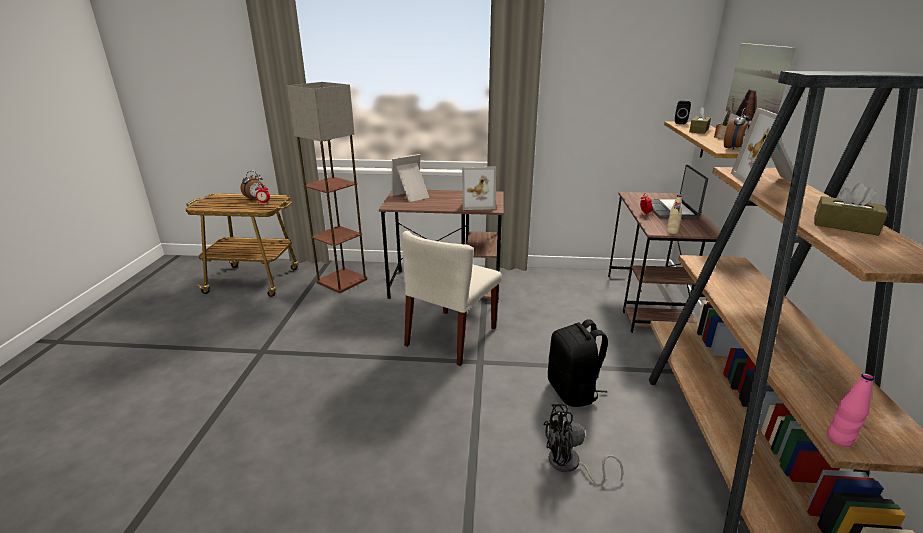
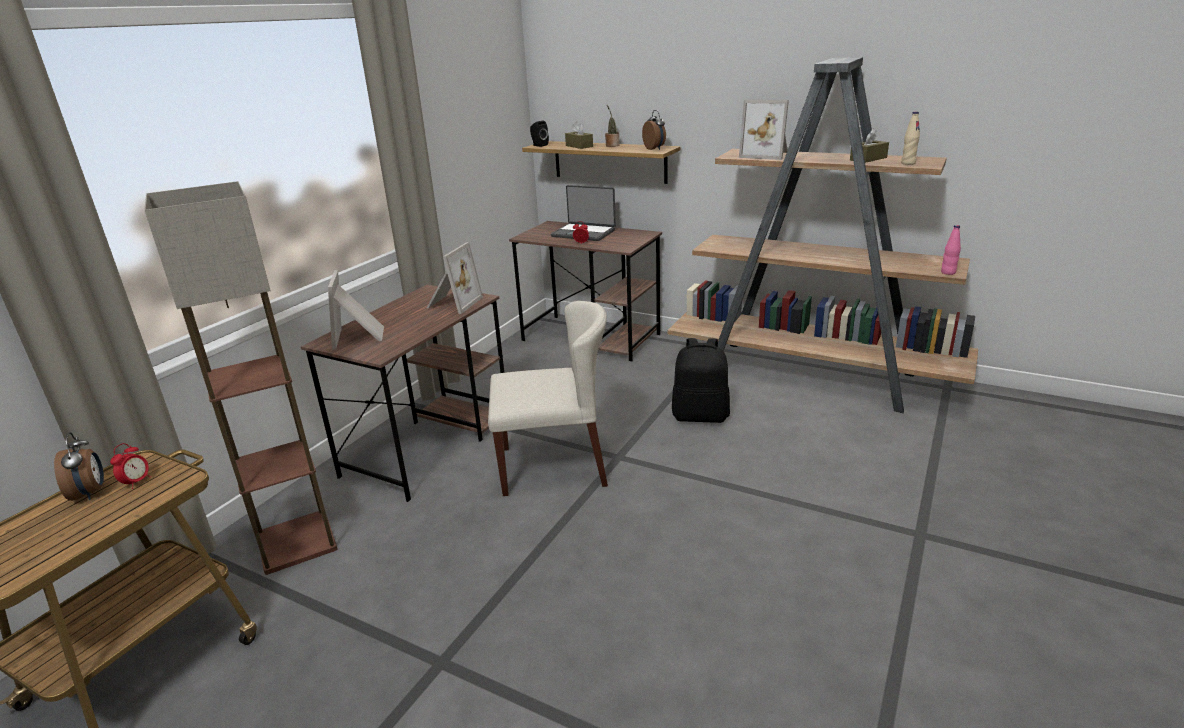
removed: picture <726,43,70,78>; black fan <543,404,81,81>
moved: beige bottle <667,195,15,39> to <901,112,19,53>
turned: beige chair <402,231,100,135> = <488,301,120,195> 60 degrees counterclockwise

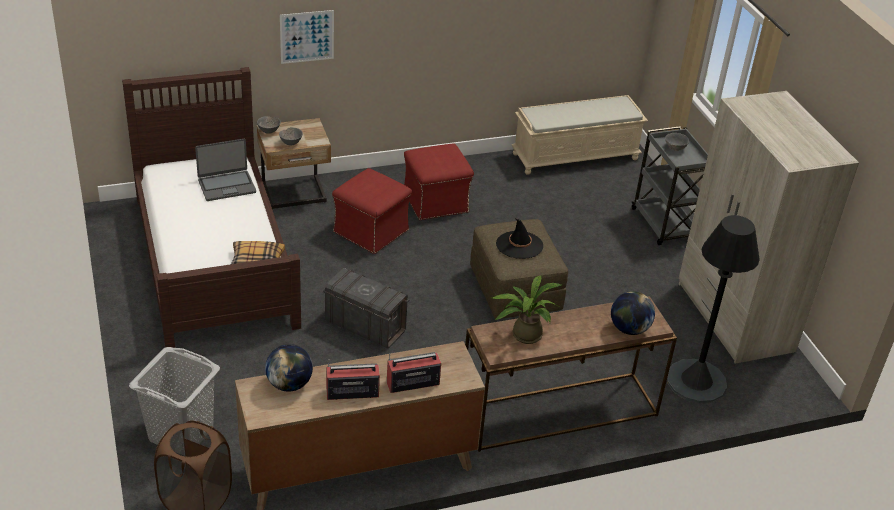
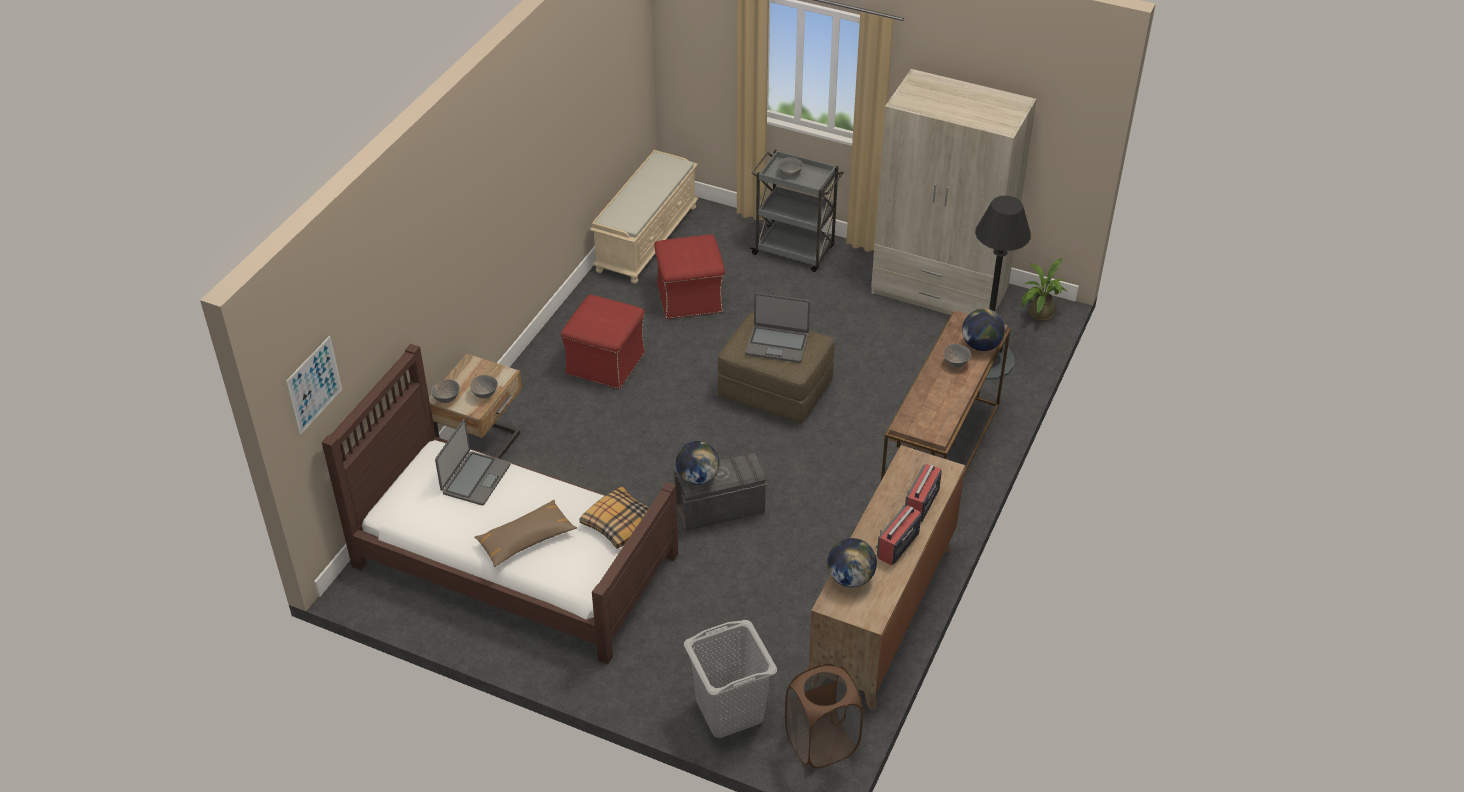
added: grey bowl <943,344,28,24>; globe <676,441,44,44>; brown pillow <474,500,103,67>
moved: picture <280,10,54,54> to <286,336,56,99>; red ottoman <332,168,80,86> to <654,235,71,84>; potted plant <491,275,72,69> to <1022,258,44,63>
replaced: black hat <496,218,47,41> to laptop <745,293,65,70>

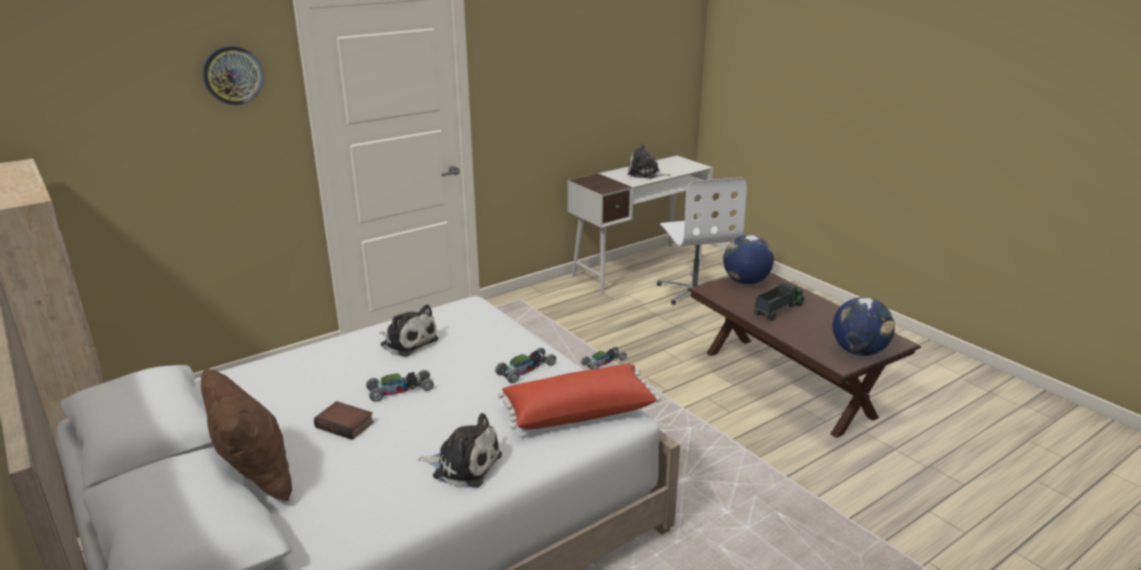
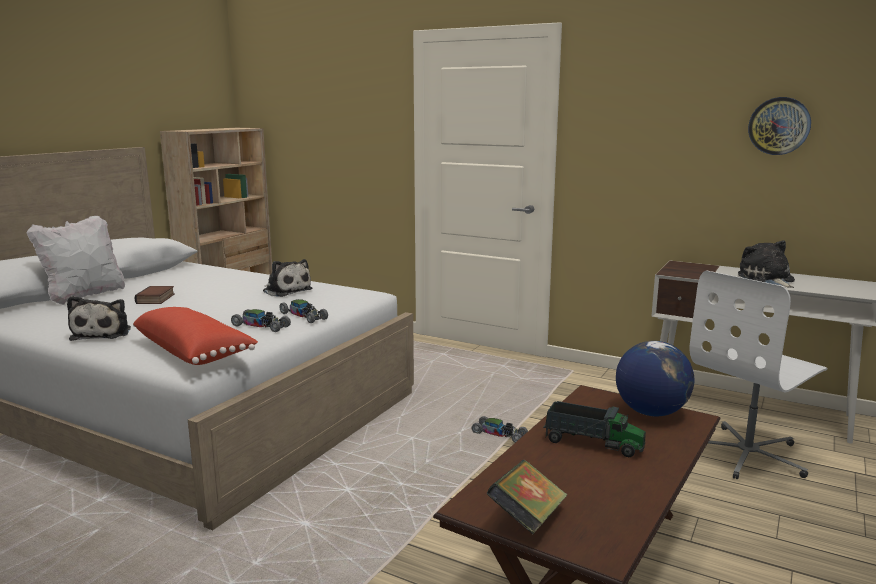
moved: wall clock <203,46,61,59> to <748,97,63,58>; toy car <366,370,68,32> to <279,299,49,24>
replaced: globe <833,297,62,59> to book <486,460,81,74>
recoloured: brown pillow <201,368,91,133> to white pillow <26,216,99,89>
turned: plush toy <379,304,60,53> = <263,259,49,38> 60 degrees counterclockwise

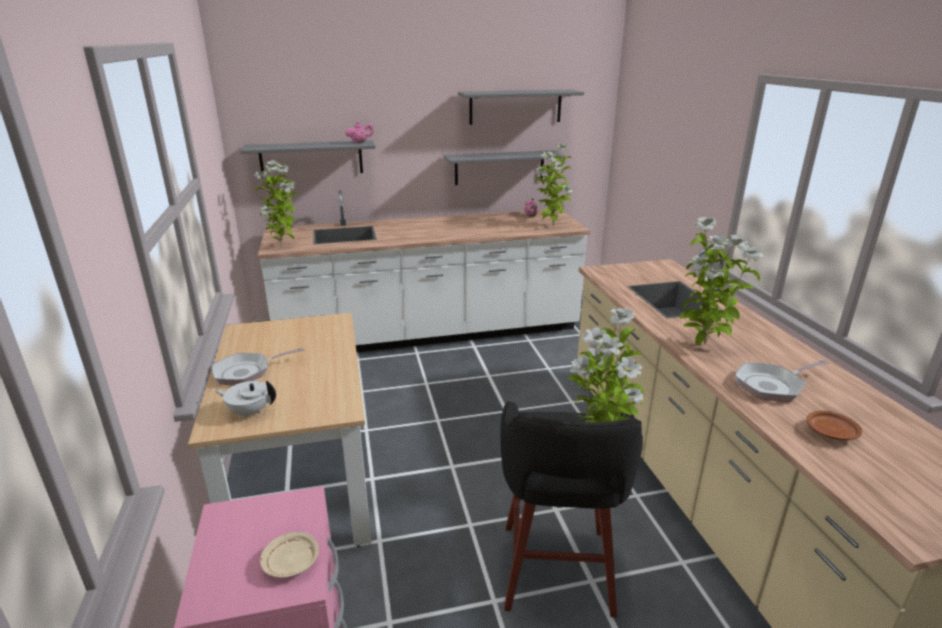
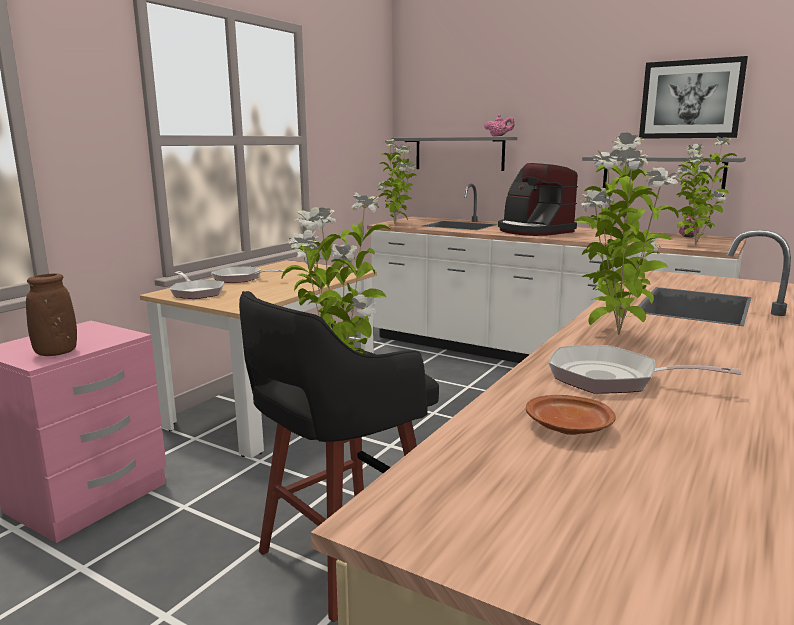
added: coffee machine <498,163,80,73>
replaced: grey shelf <458,90,126,35> to picture <639,56,109,83>; white teapot <214,381,62,37> to frying pan <170,271,54,28>; beige plate <260,532,59,46> to brown vase <26,273,51,83>

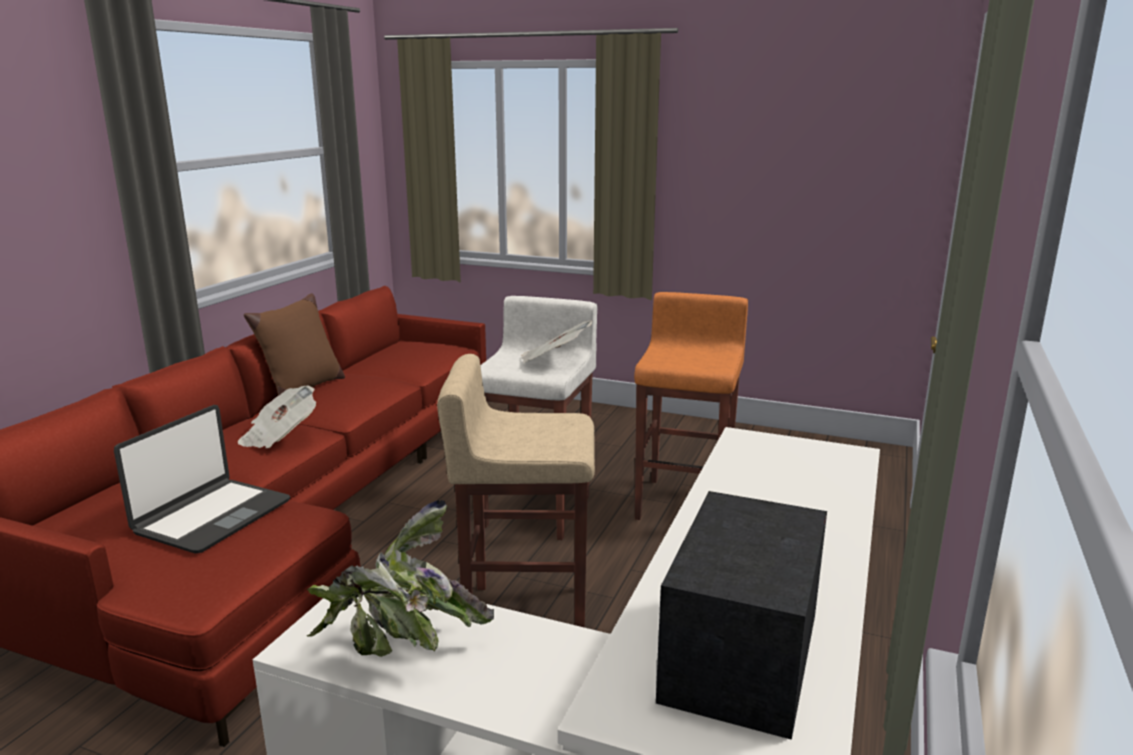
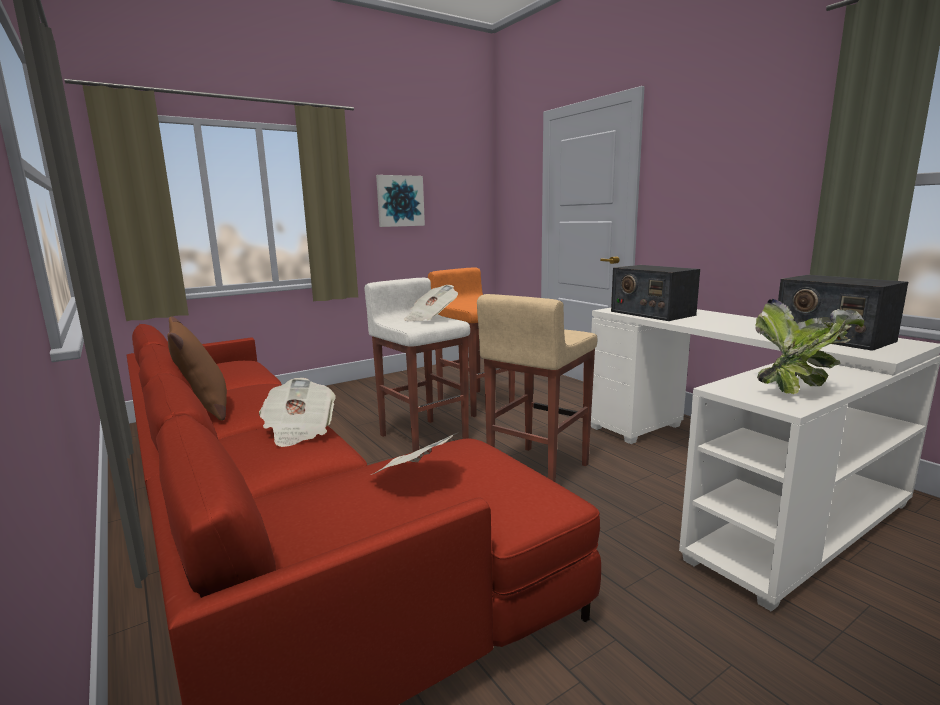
added: picture <376,175,49,52>; radio <611,265,89,56>
replaced: laptop <114,405,176,149> to newspaper <371,432,88,43>

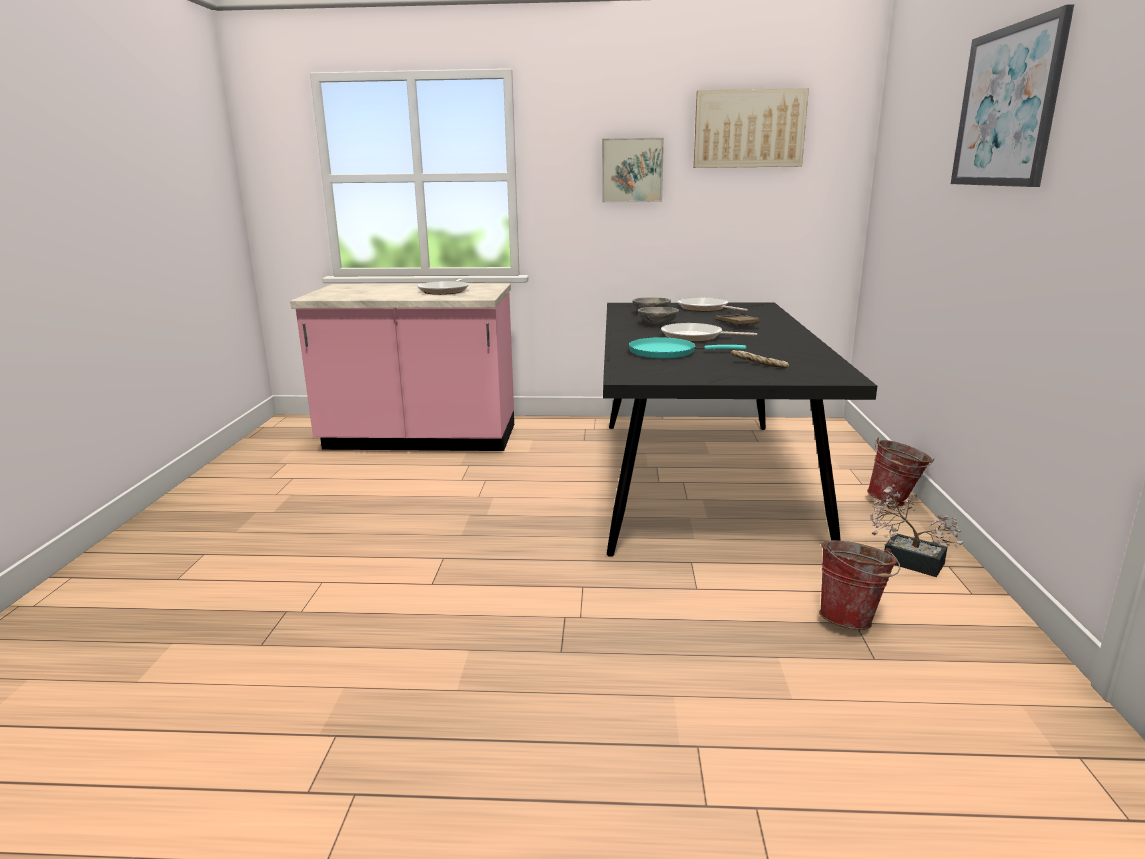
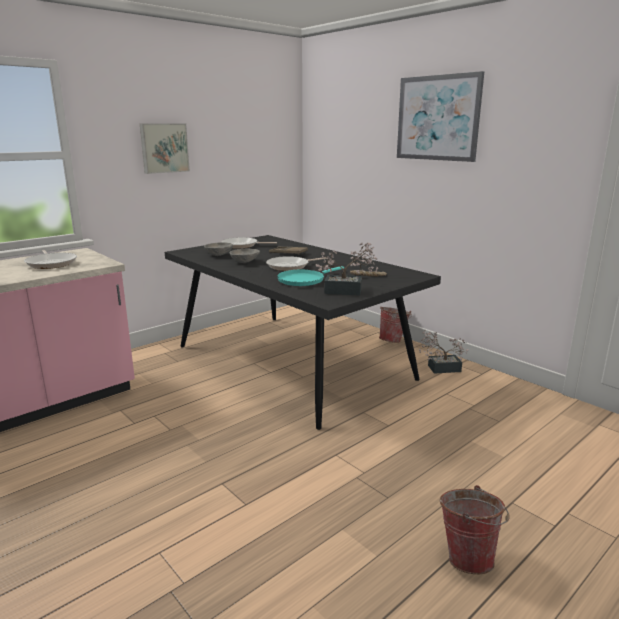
removed: picture <694,88,115,80>
added: potted plant <316,243,62,53>
moved: bucket <819,540,81,90> to <440,485,70,89>

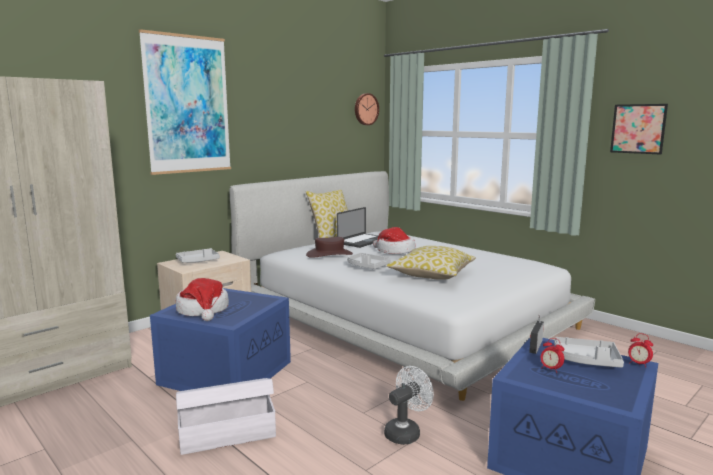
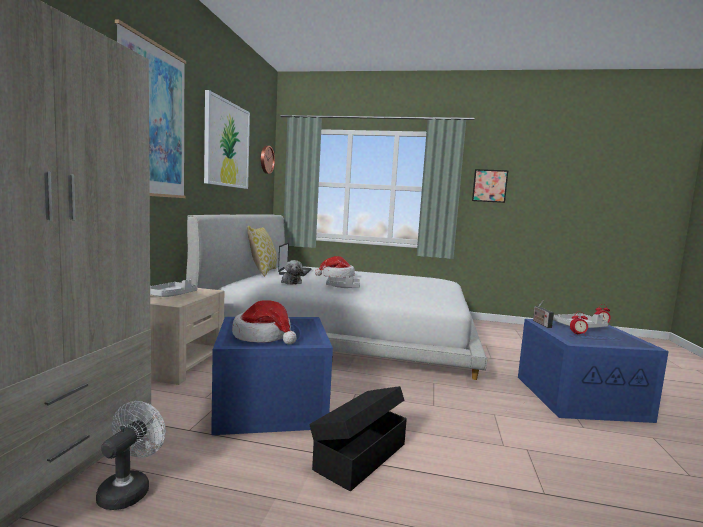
removed: pillow <386,246,90,34>
added: picture <204,90,46,99>
moved: white fan <384,366,50,79> to <96,401,70,109>
replaced: brown hat <306,237,47,21> to plush toy <281,260,23,25>
recoloured: white storage box <176,378,100,77> to black storage box <310,386,97,105>

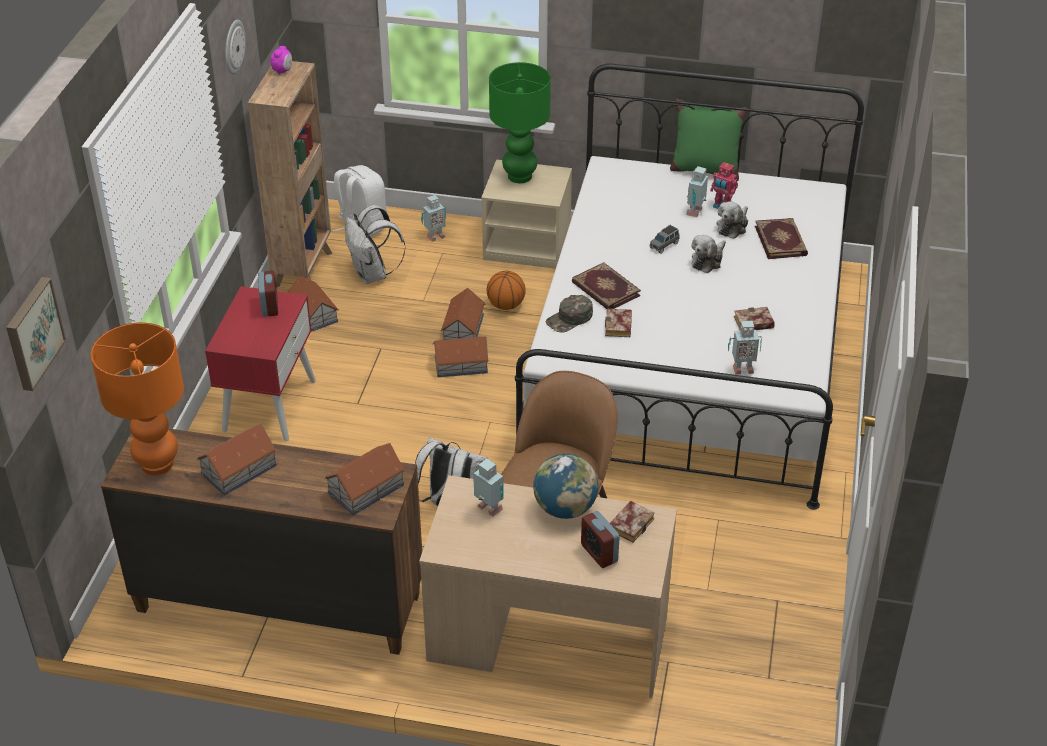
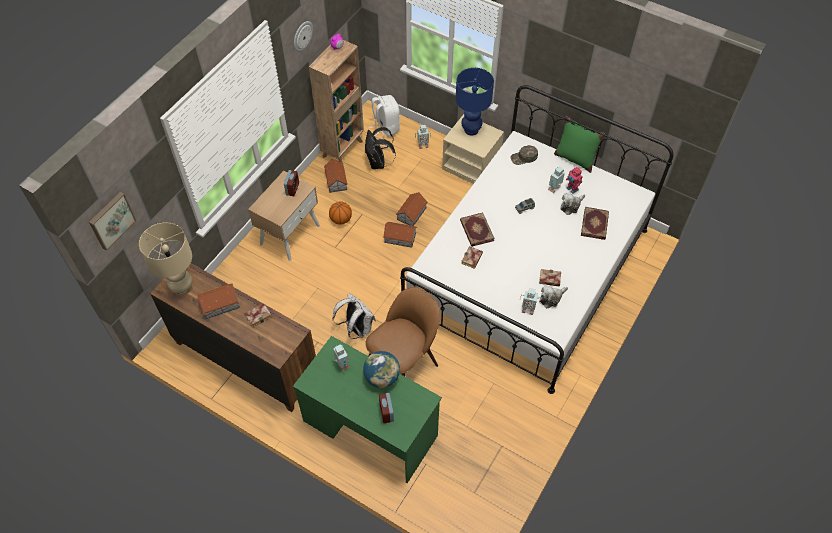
removed: toy house <324,443,81,73>
moved: plush toy <691,235,35,38> to <540,285,28,23>; basketball <487,271,39,39> to <329,202,23,23>; green cap <545,295,48,37> to <510,145,28,20>; book <610,501,45,42> to <244,303,28,24>
recoloured: green table lamp <489,62,62,121> to blue table lamp <456,68,38,67>; white backpack <345,205,60,79> to black backpack <365,127,31,42>; red nightstand <205,286,111,155> to beige nightstand <248,171,72,90>; orange table lamp <90,323,94,152> to beige table lamp <139,222,53,73>; beige desk <419,475,258,223> to green desk <293,336,149,147>

